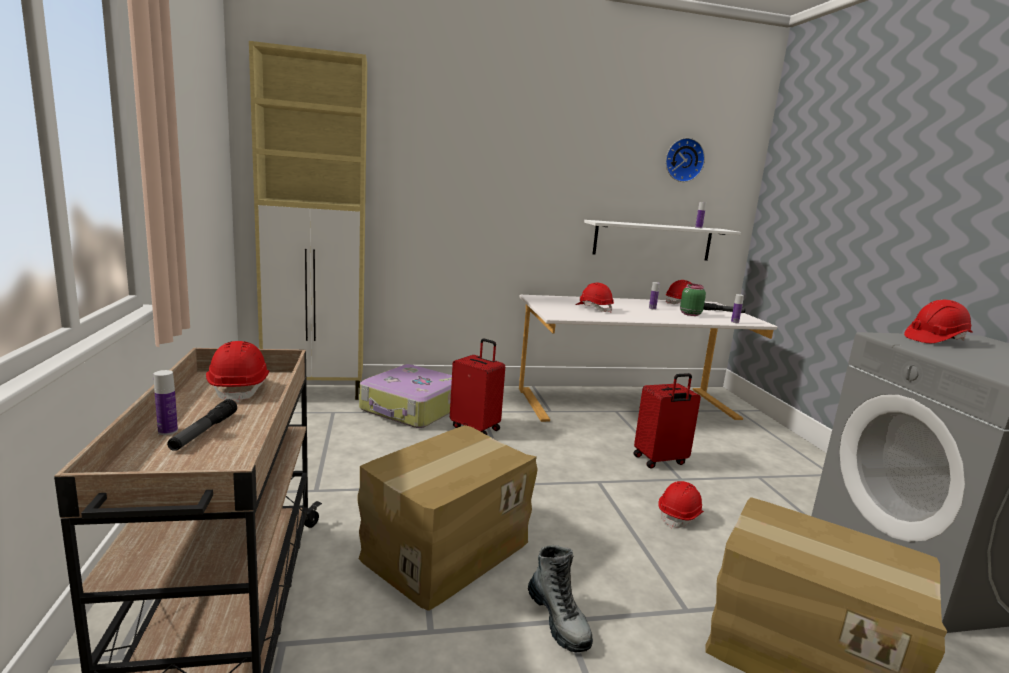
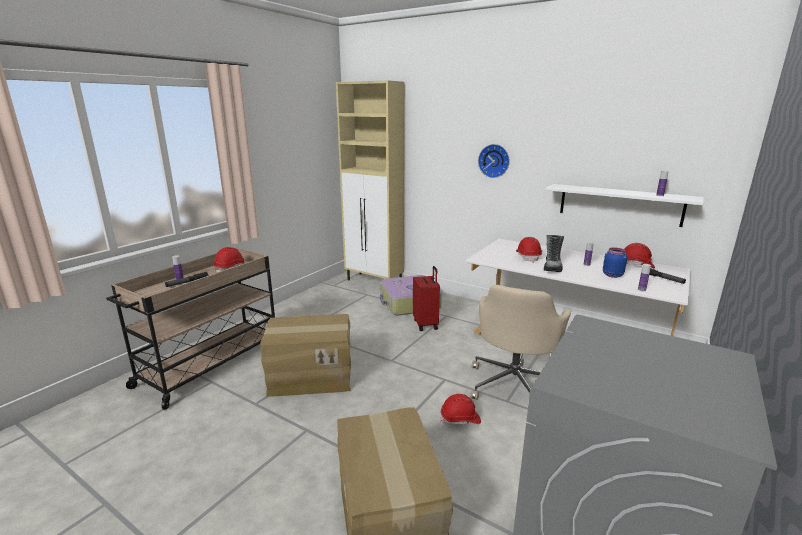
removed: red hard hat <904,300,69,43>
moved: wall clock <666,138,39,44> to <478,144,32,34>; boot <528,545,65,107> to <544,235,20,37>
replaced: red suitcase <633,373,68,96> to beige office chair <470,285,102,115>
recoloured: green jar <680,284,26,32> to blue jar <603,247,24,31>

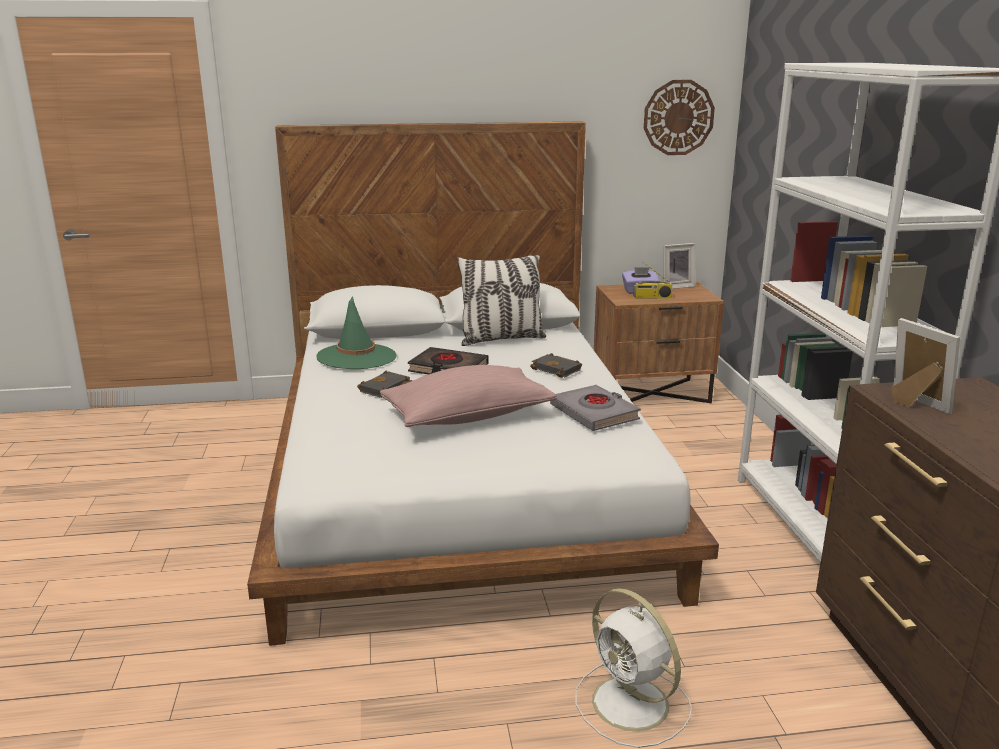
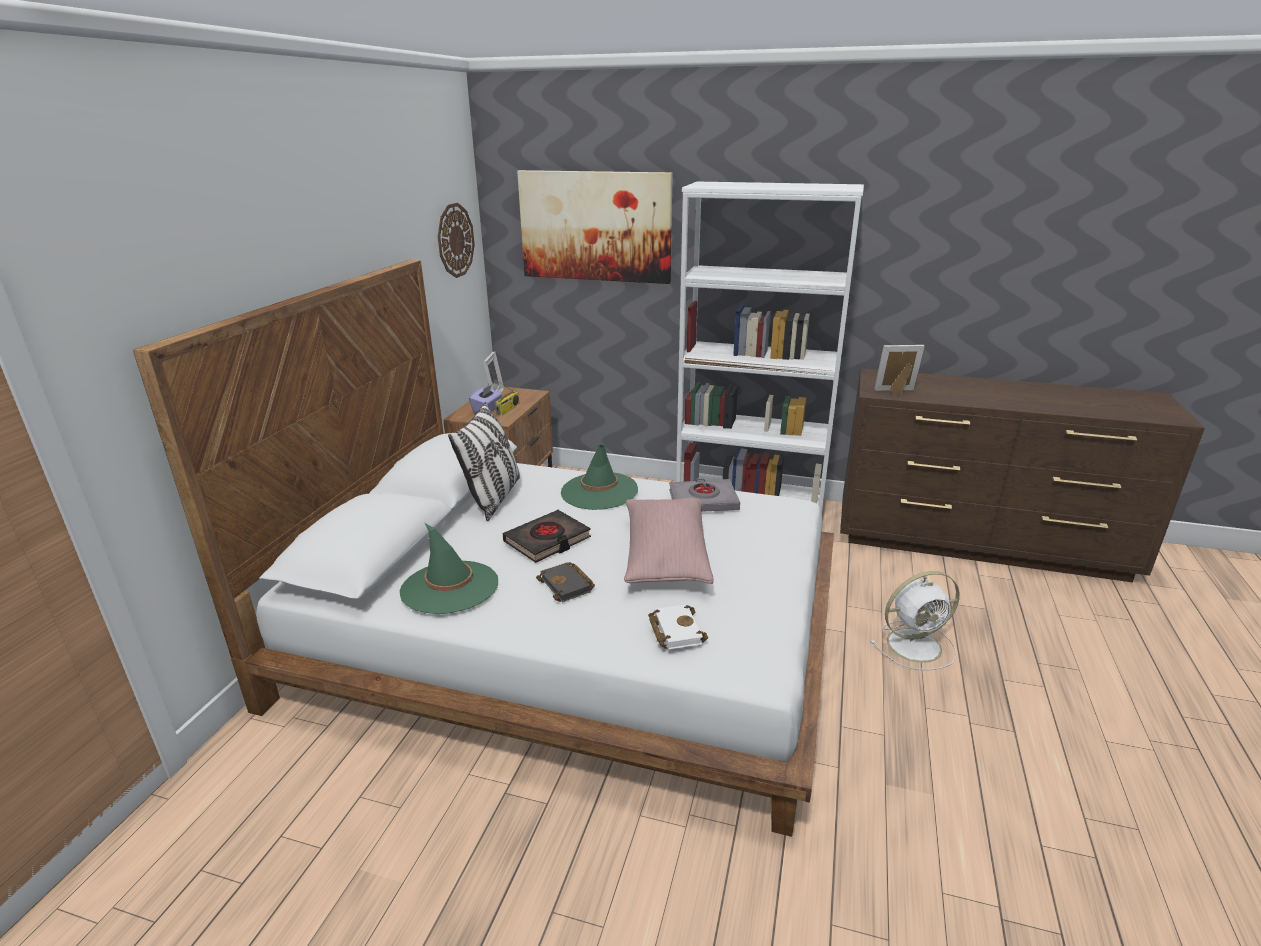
added: picture <517,170,156,114>; white book <648,604,60,46>
replaced: black book <530,353,52,25> to green hat <561,444,77,66>

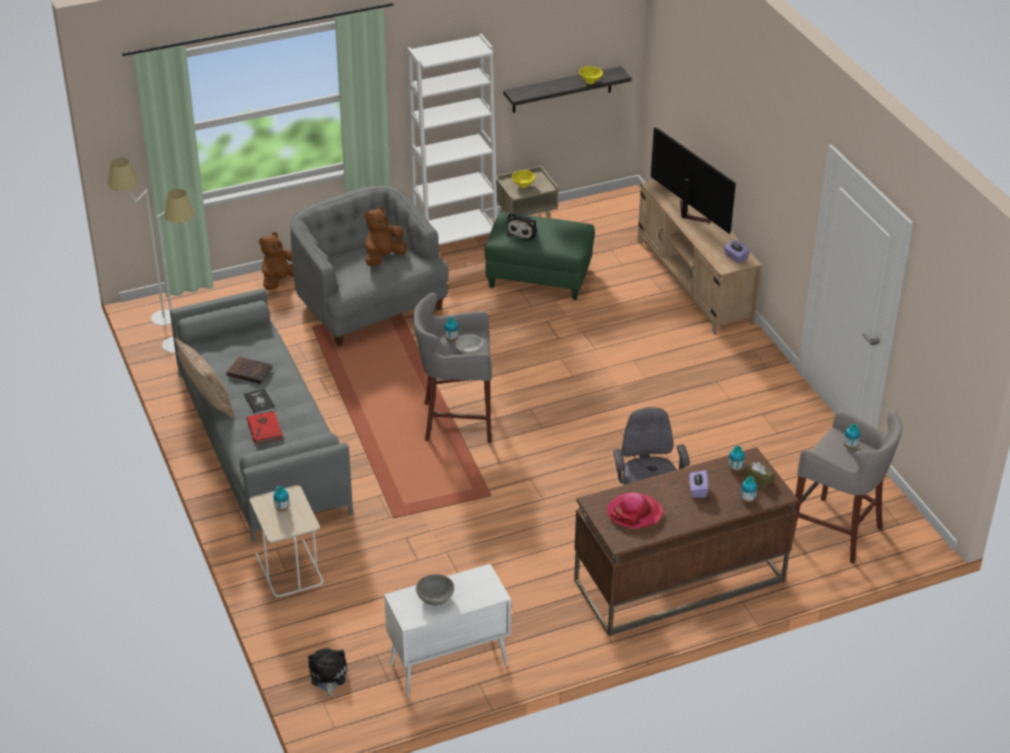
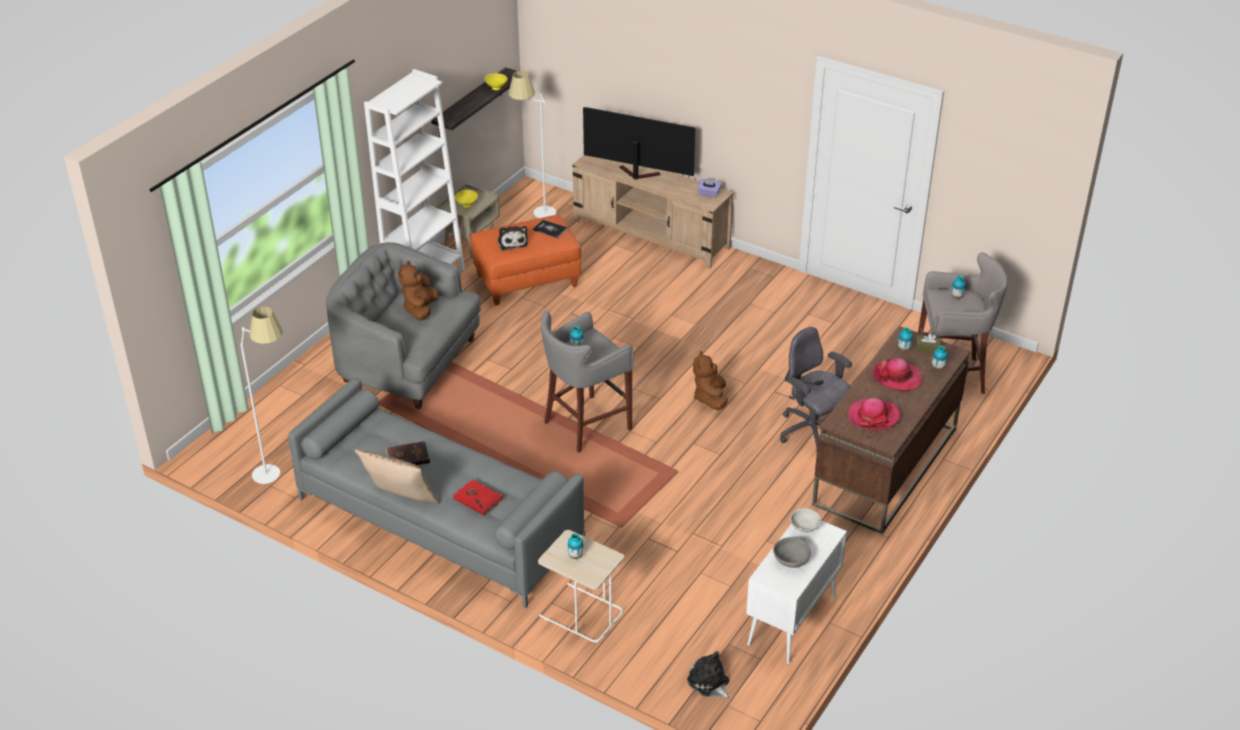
moved: white floor lamp <108,158,63,168> to <509,70,47,148>; brown plush toy <259,232,35,58> to <693,351,35,59>; white bowl <455,334,28,20> to <791,508,30,25>; book <244,388,32,27> to <533,220,34,18>
replaced: purple tissue box <689,470,20,28> to hat <872,358,51,34>
recoloured: green ottoman <484,212,111,88> to orange ottoman <471,215,110,90>

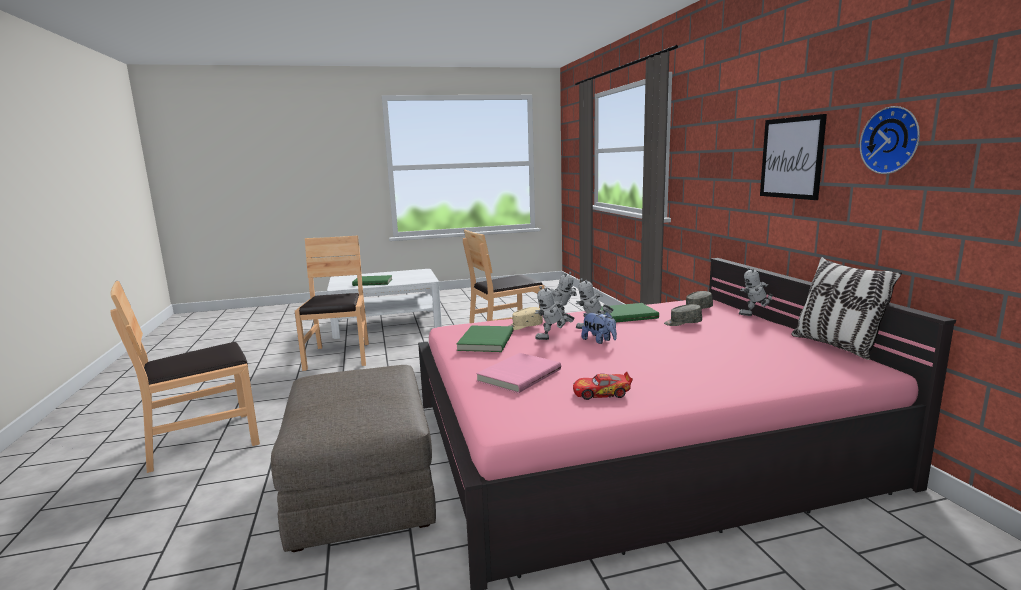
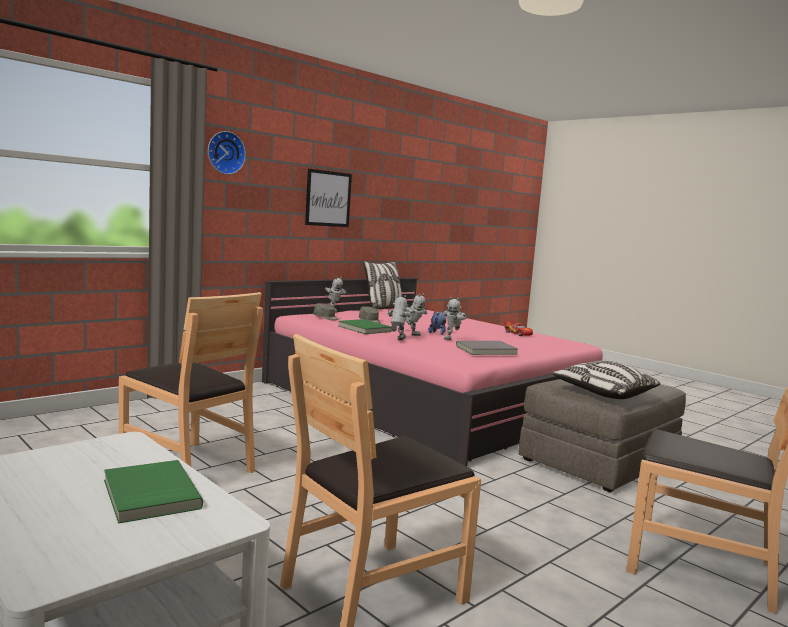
removed: beige cap <509,307,34,23>; pink book <476,353,85,40>
added: pillow <551,361,110,38>
moved: wall clock <860,106,60,68> to <208,131,38,44>
recoloured: green book <456,325,57,27> to grey book <456,341,62,14>
turned: toy robot <535,286,40,54> = <443,297,23,43> 75 degrees clockwise

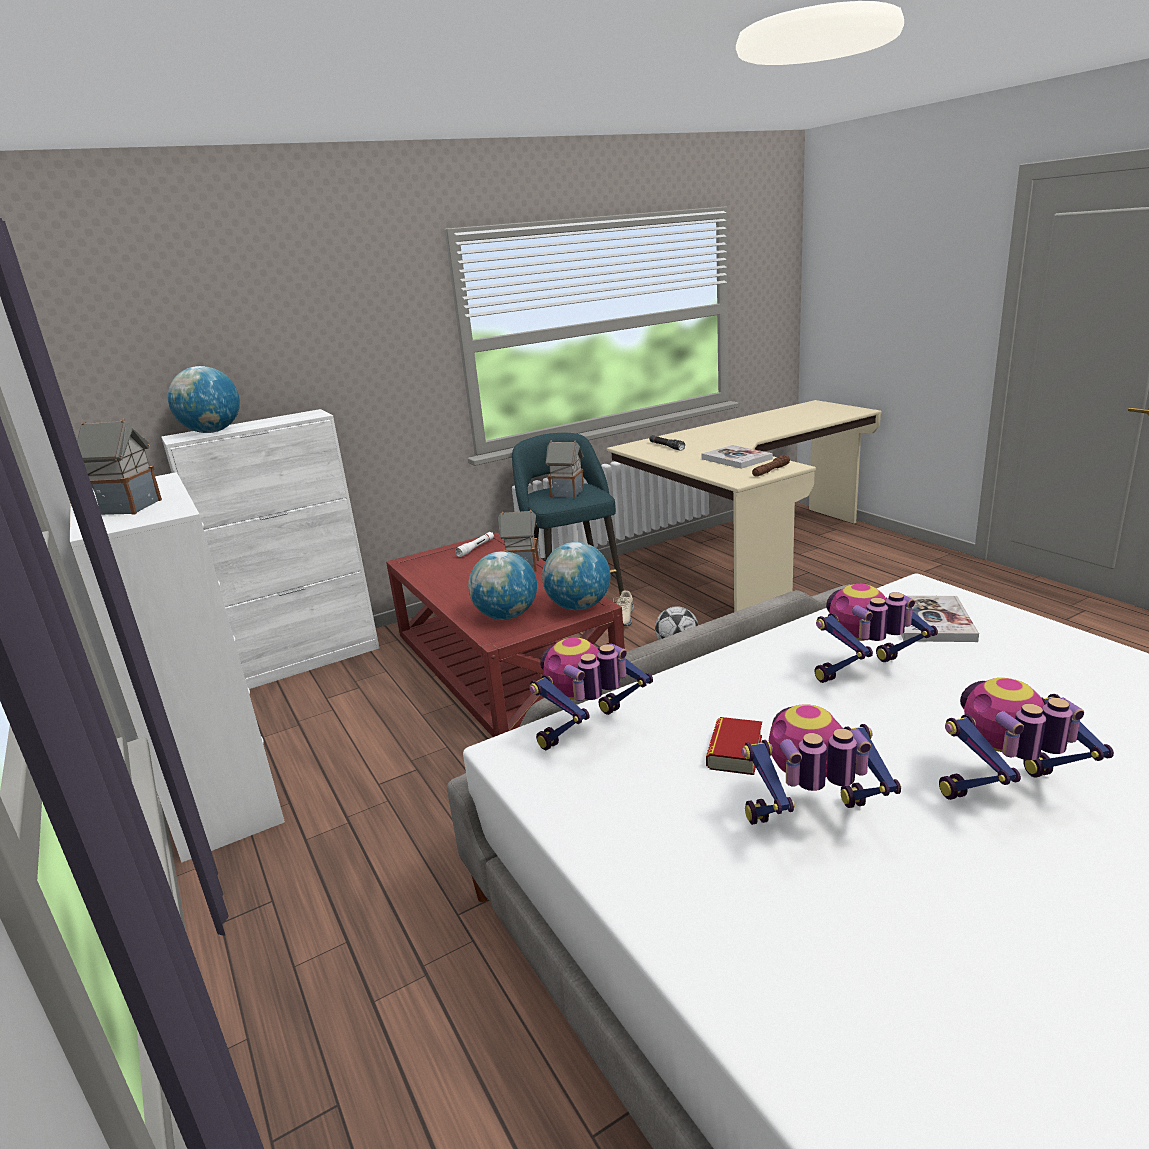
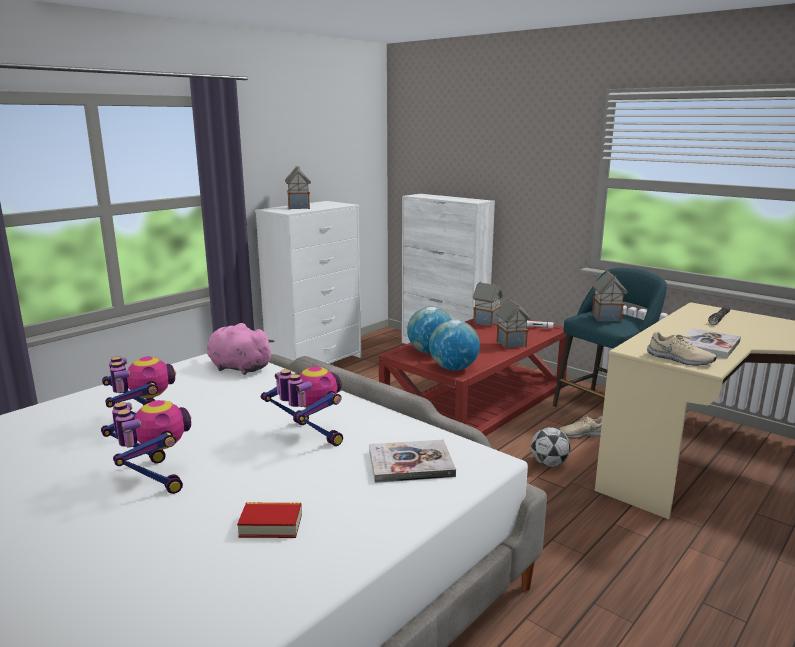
removed: globe <168,366,72,67>
added: toy house <473,282,30,45>
moved: book <706,717,56,58> to <237,503,65,35>
replaced: brown flashlight <752,455,38,22> to beige shoe <647,331,70,35>; toy robot <529,638,124,112> to pink plush toy <207,323,68,52>

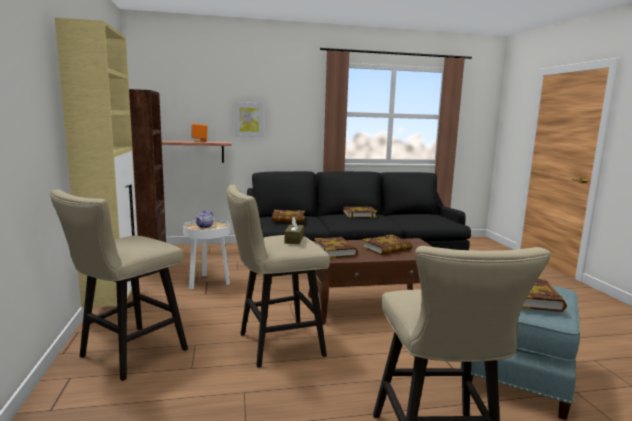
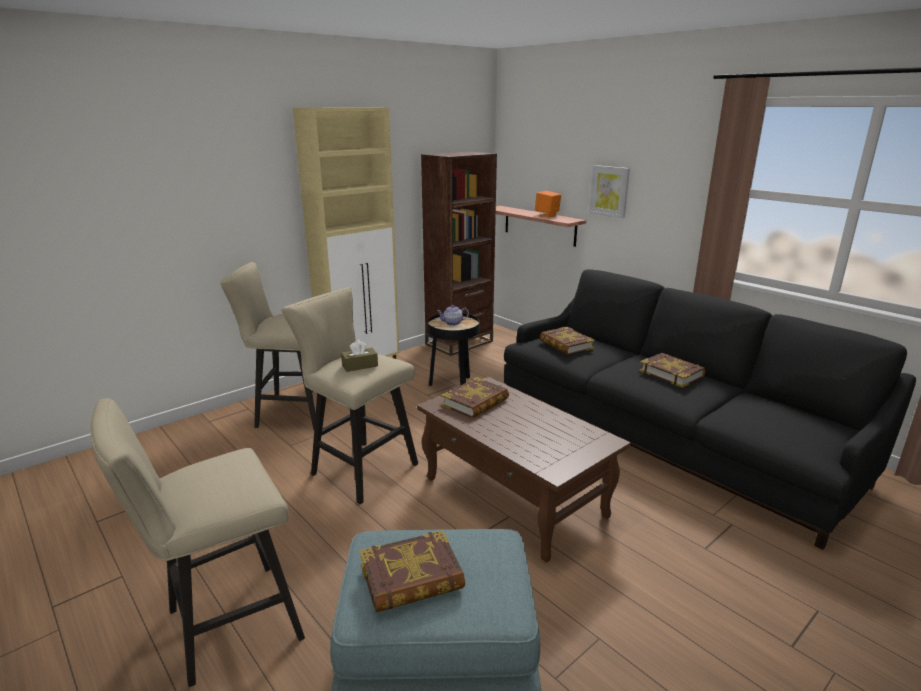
removed: book <362,235,50,20>
recoloured: white side table <183,219,47,71> to black side table <427,313,53,73>

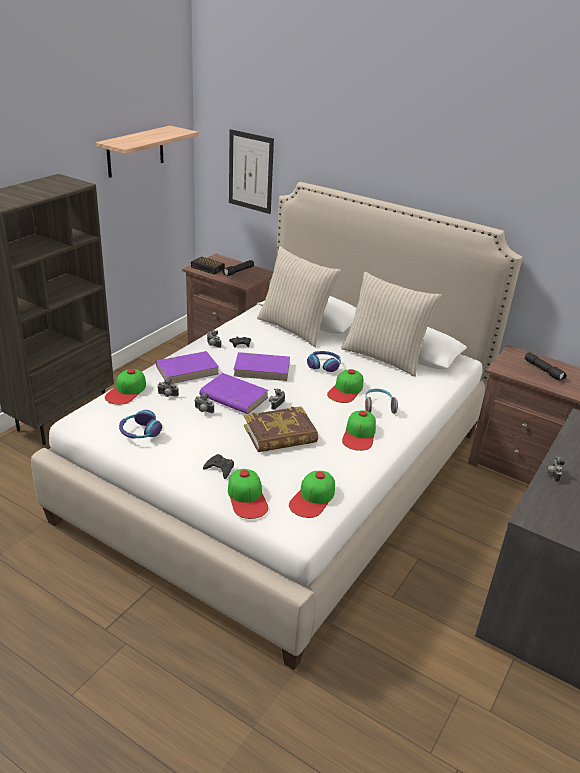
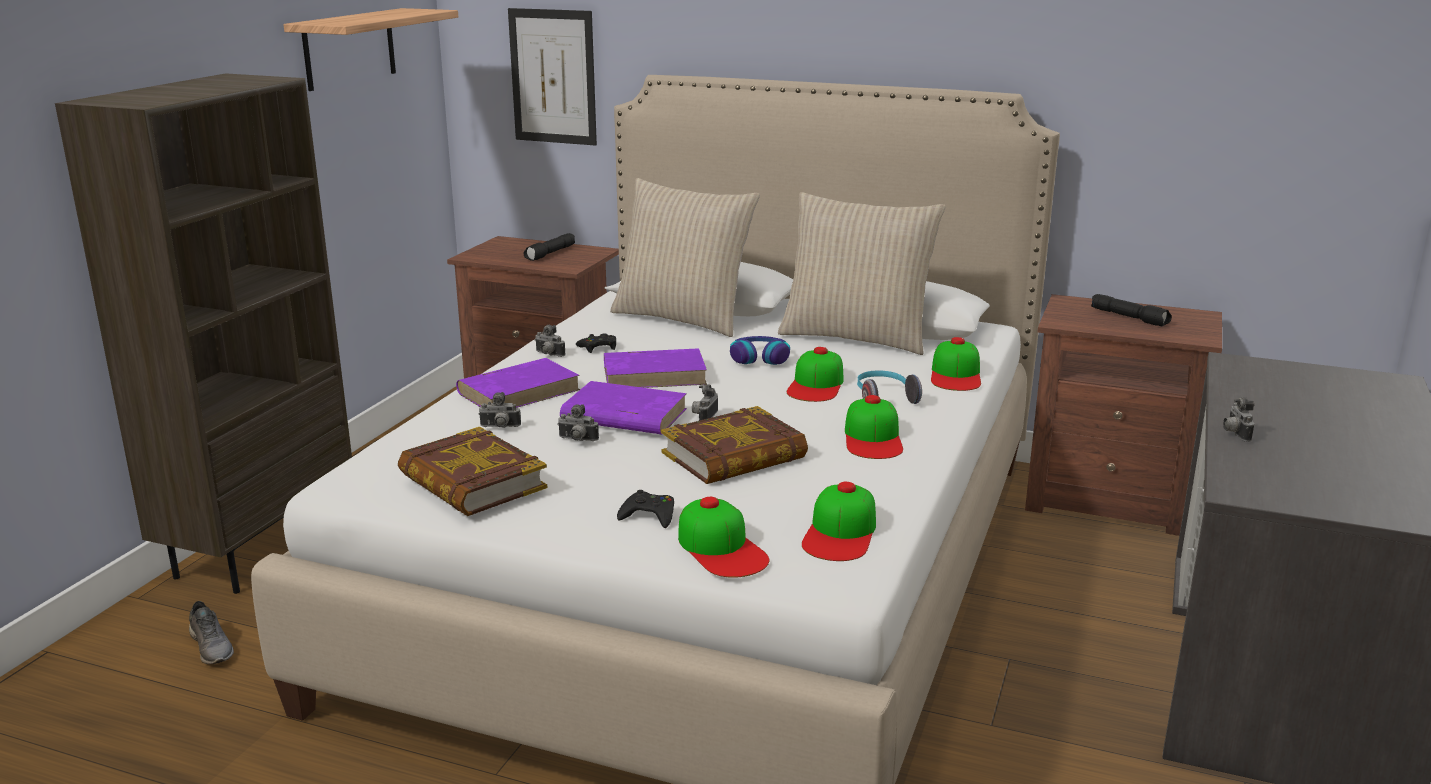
removed: alarm clock <191,256,34,19>
added: grey shoe <189,601,45,63>
moved: cap <105,369,41,36> to <931,337,50,54>
replaced: headphones <119,410,43,29> to book <398,427,149,89>

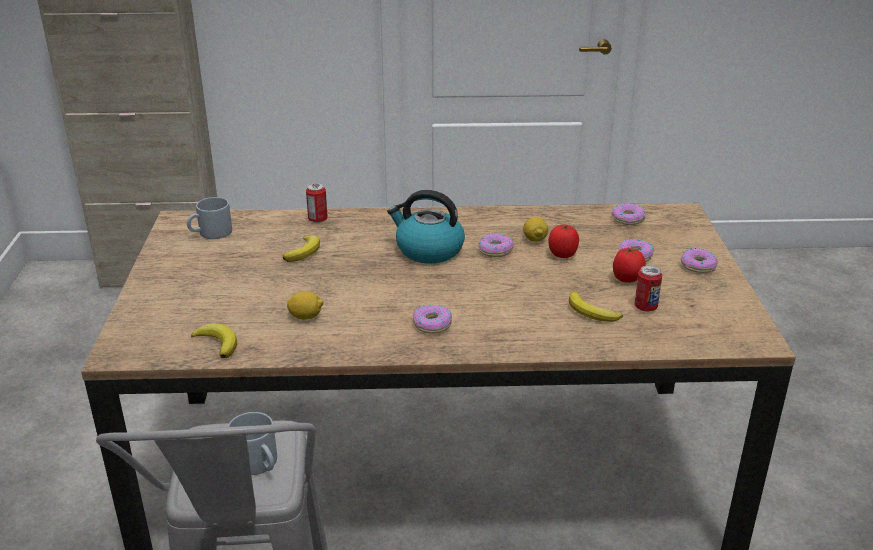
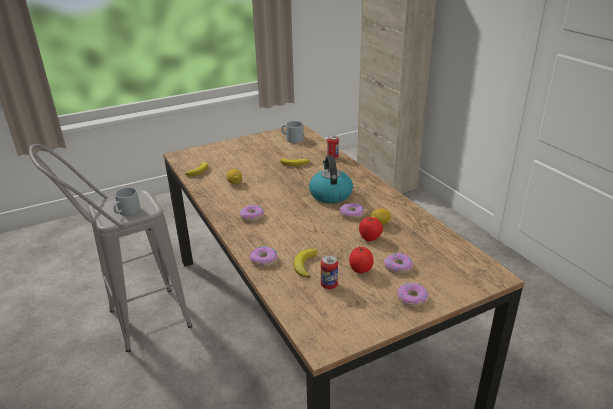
moved: donut <611,203,35,22> to <249,246,29,21>

